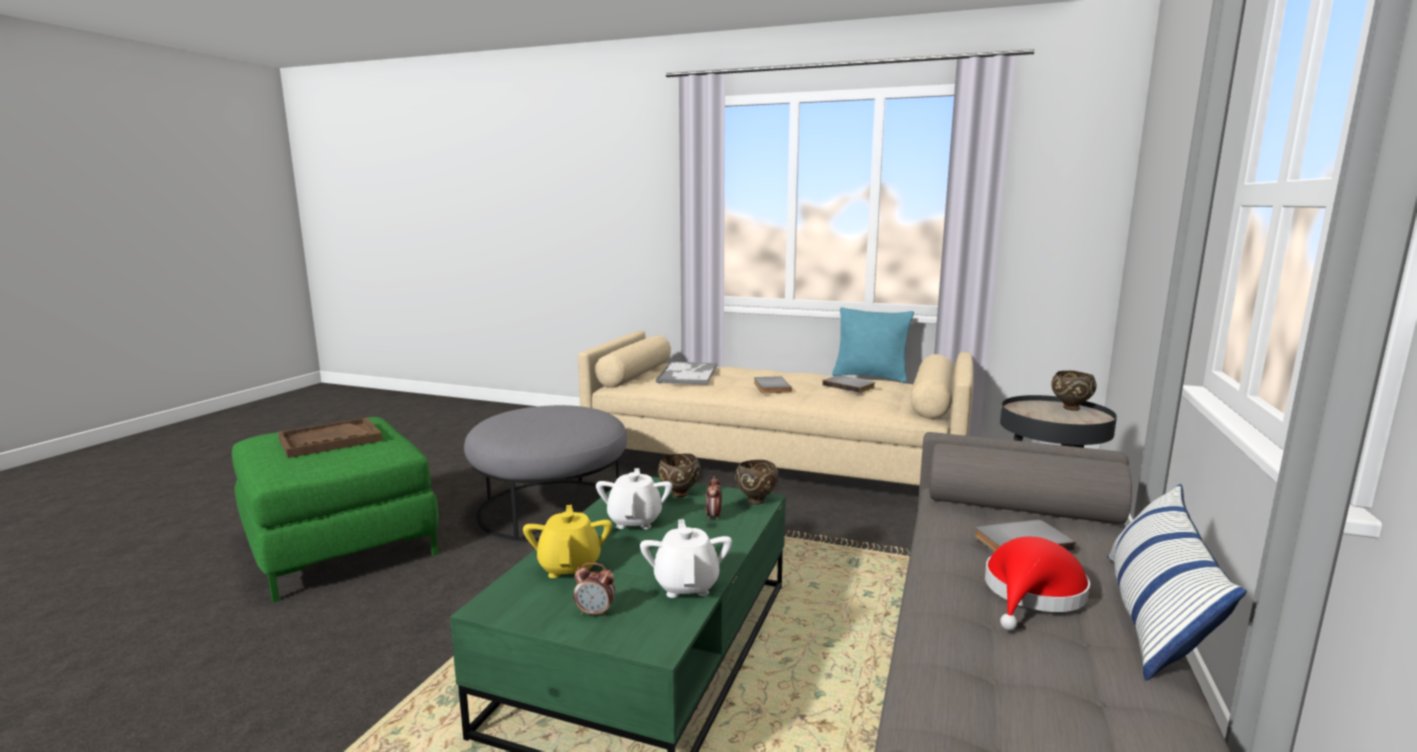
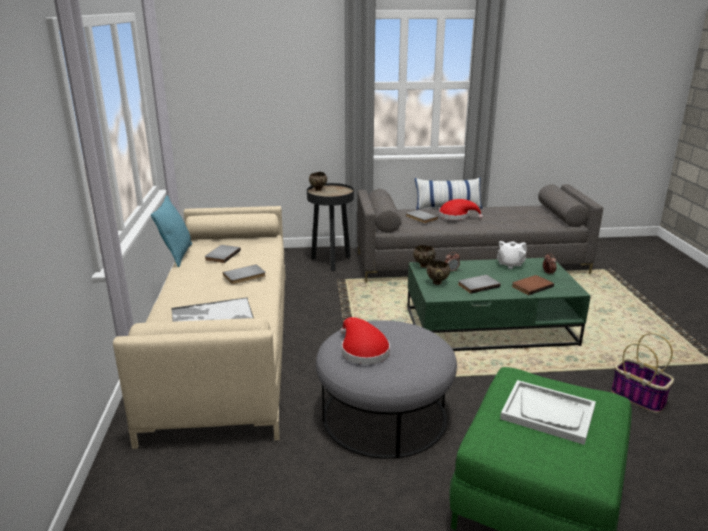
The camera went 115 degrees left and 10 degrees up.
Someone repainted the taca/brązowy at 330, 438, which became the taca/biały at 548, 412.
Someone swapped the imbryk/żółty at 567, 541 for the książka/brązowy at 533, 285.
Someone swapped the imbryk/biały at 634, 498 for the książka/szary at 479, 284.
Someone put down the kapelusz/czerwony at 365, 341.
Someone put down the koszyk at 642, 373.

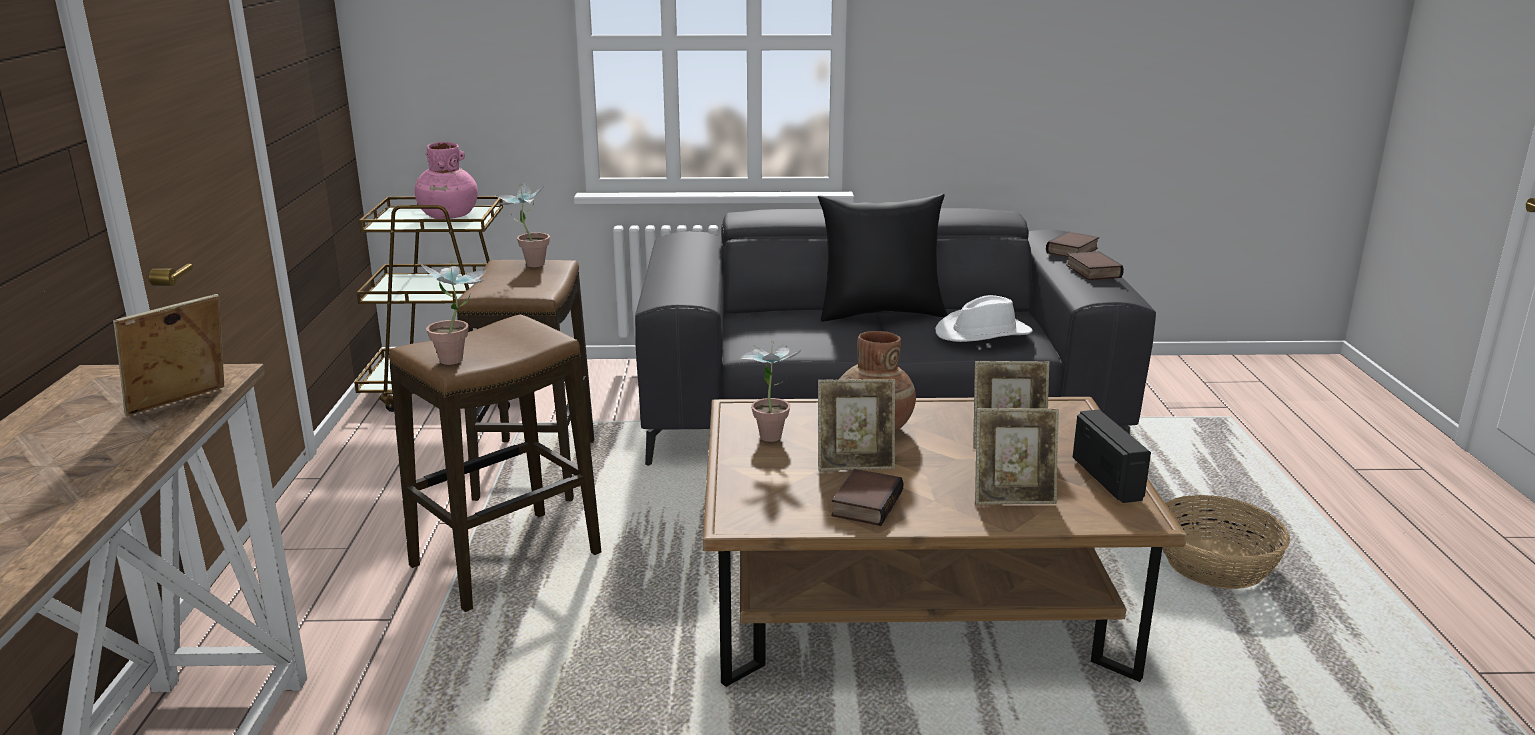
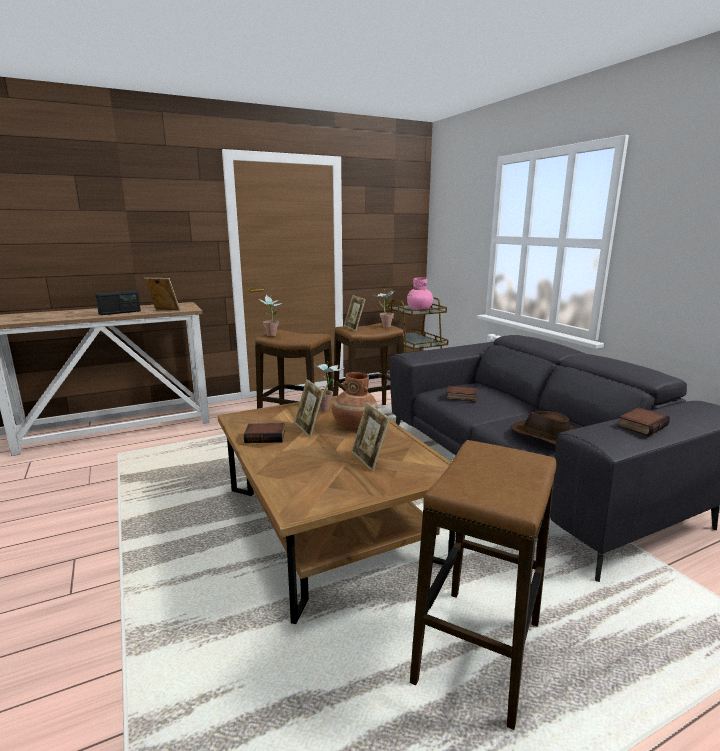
The camera went 65 degrees right and 5 degrees down.
Someone took away the poduszka/czarny at 883, 257.
Someone repainted the kapelusz/biały at 984, 318, which became the kapelusz/brązowy at 543, 428.
Someone carried the ramka na zdjęcie from 1017, 456 to 355, 313.
Someone carried the książka from 1072, 244 to 461, 394.
Someone carried the radio from 1112, 456 to 118, 302.
Someone swapped the koszyk at 1226, 542 for the stołek at 483, 585.

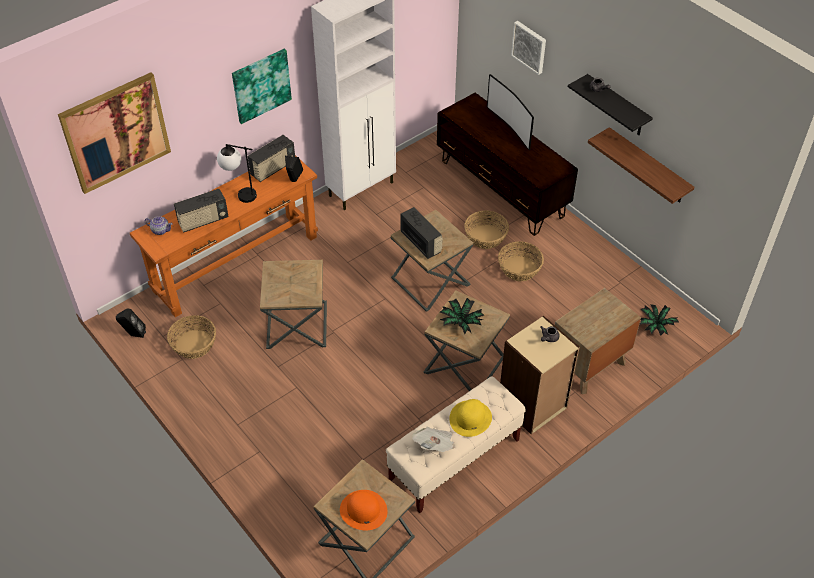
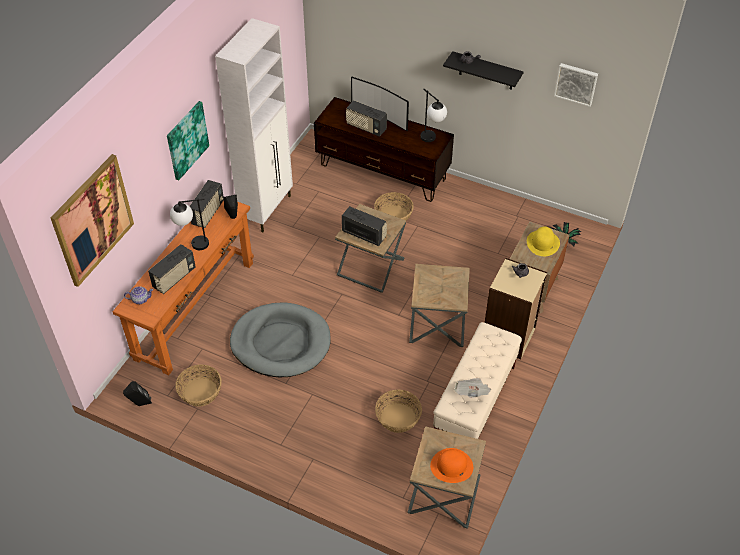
The camera went 25 degrees left and 0 degrees up.
Someone swapped the stolik/brązowy at 293, 304 for the legowisko/szary at 280, 339.
Someone took away the roślina doniczkowa at 462, 316.
Someone carried the kapelusz/żółty from 470, 418 to 543, 241.
Someone carried the koszyk from 521, 261 to 398, 411.
Someone carried the obraz from 528, 48 to 576, 85.
Someone took away the półka at 641, 165.
Someone put down the radio at 366, 119.
Someone put down the lampa stołowa at 434, 115.

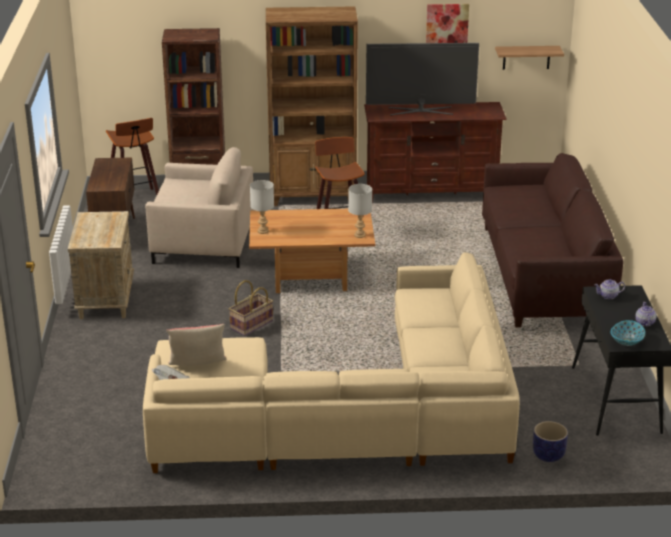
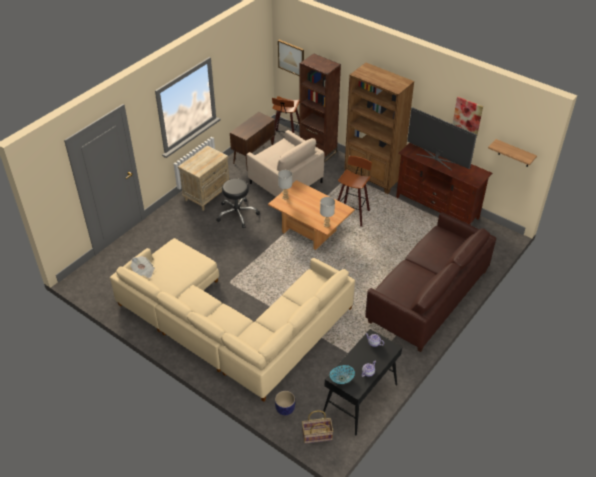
The camera went 40 degrees right and 15 degrees up.
Someone took away the poduszka at 196, 345.
Someone carried the koszyk from 251, 308 to 317, 427.
Someone put down the stołek/czarny at 238, 203.
Someone put up the obraz at 291, 58.

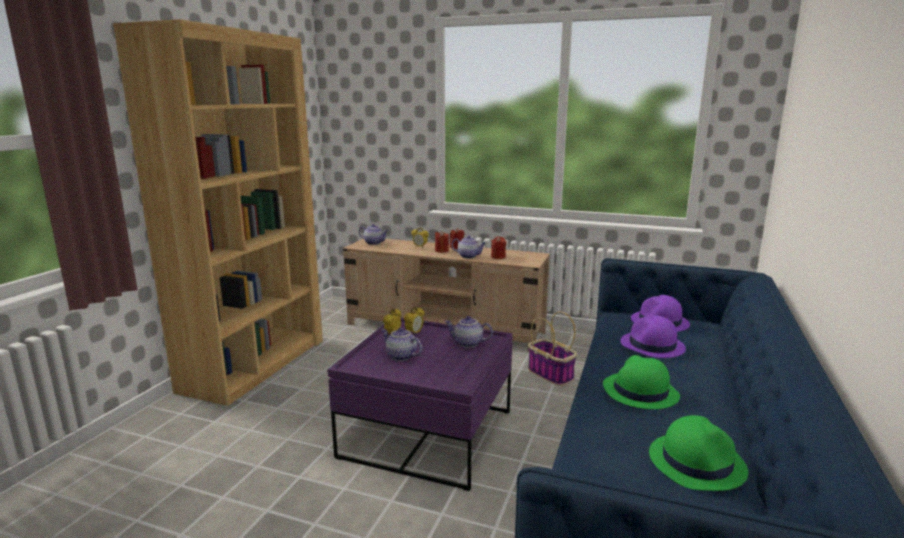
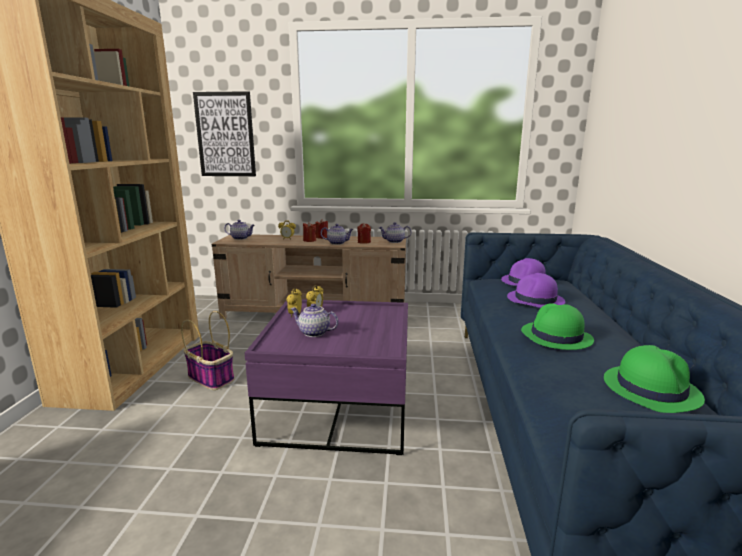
The camera went 15 degrees left and 0 degrees up.
Someone carried the imbryk from 468, 332 to 395, 232.
Someone carried the koszyk from 552, 349 to 207, 350.
Someone put up the obraz at 224, 133.

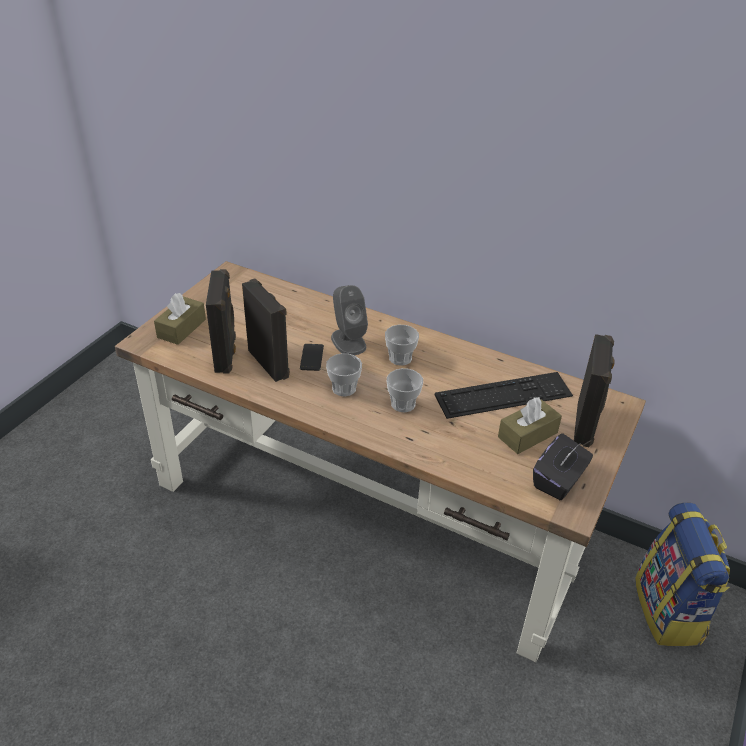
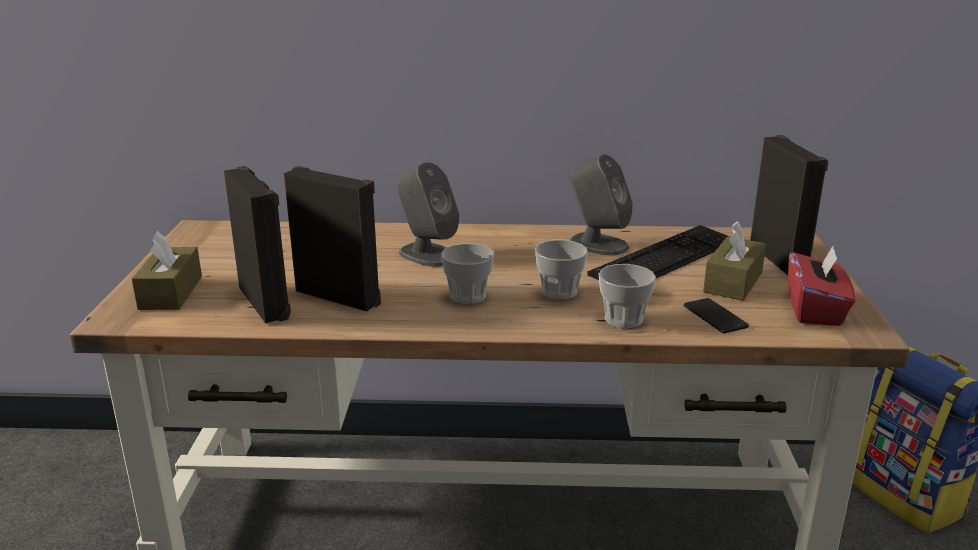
The camera went 25 degrees left and 15 degrees down.
Someone carried the telefon from 312, 357 to 716, 315.
Someone carried the filiżanka from 402, 345 to 627, 296.
Someone repainted the pudełko chusteczek/czarny at 563, 467, which became the pudełko chusteczek/czerwony at 821, 285.
Someone put down the głośnik/szary at 601, 204.

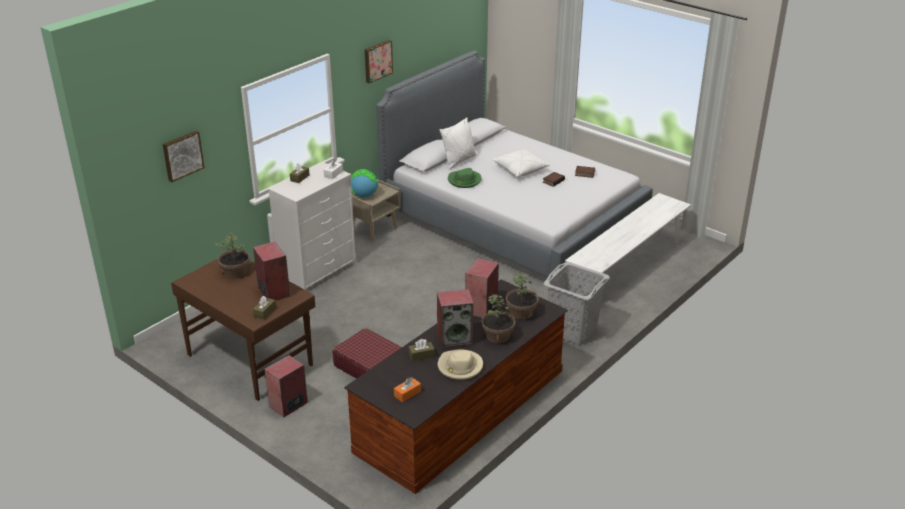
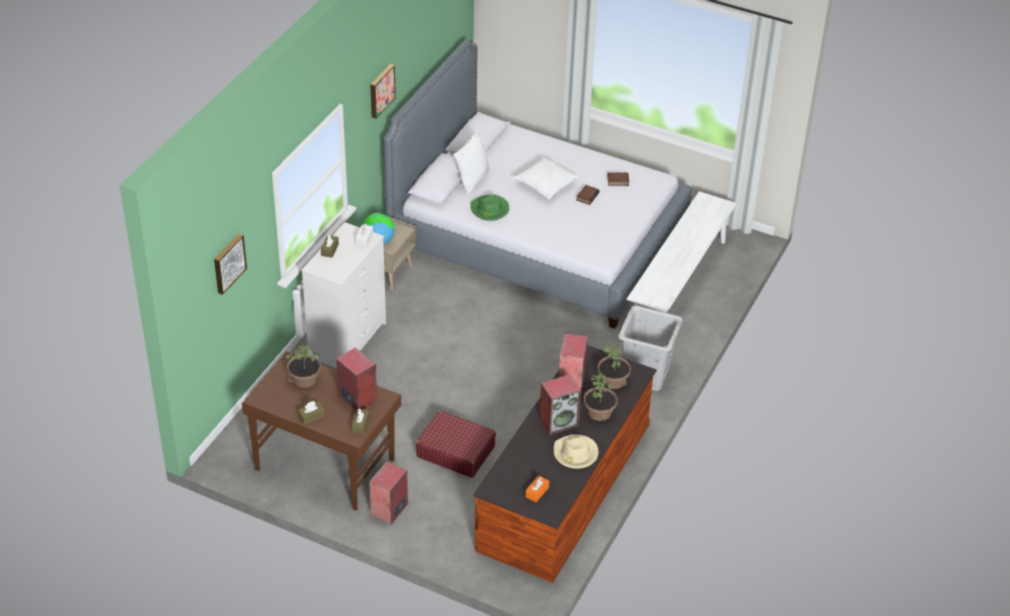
The camera went 15 degrees left and 10 degrees up.
Someone carried the pudełko chusteczek/brązowy from 422, 350 to 311, 412.

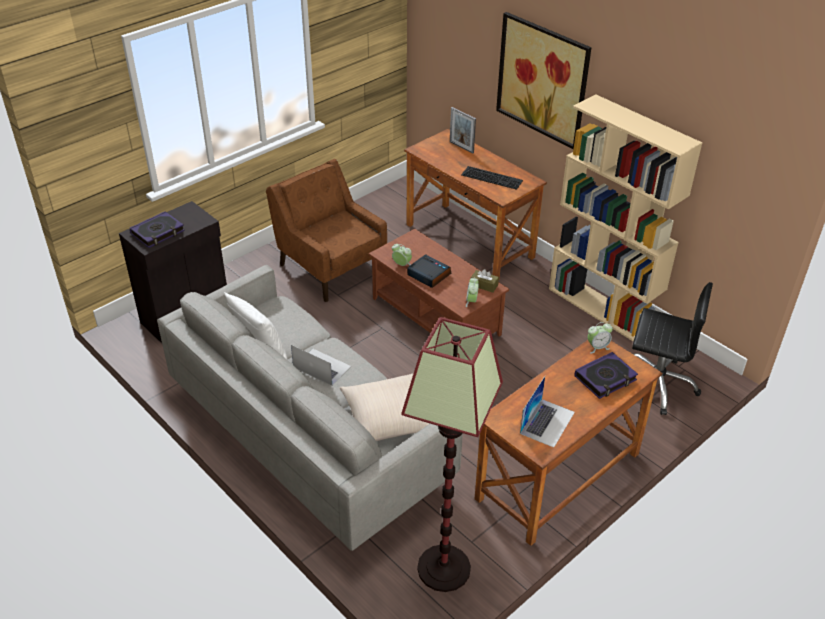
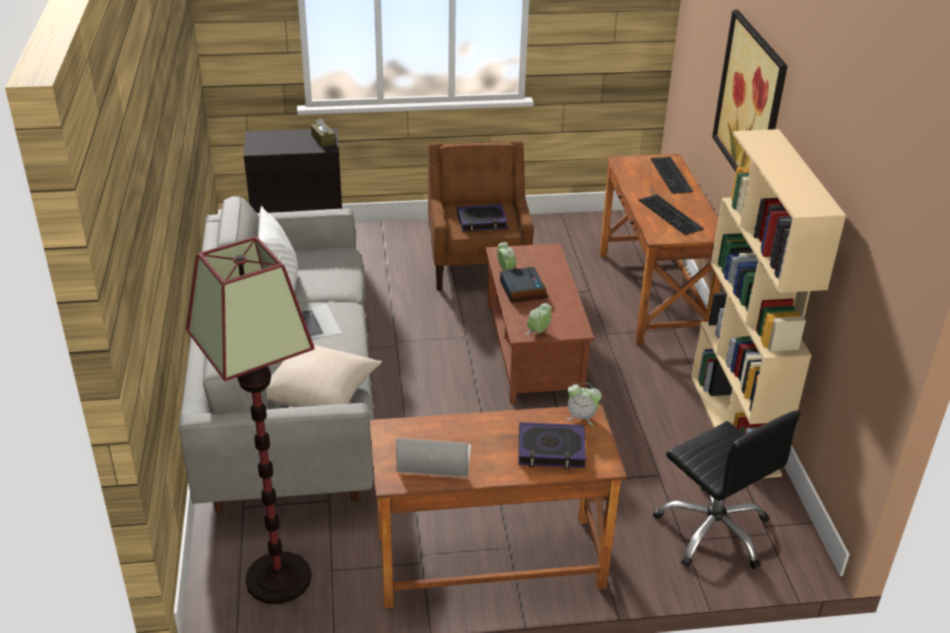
The camera went 35 degrees right and 5 degrees down.
Someone carried the książka from 157, 229 to 482, 218.
Someone swapped the ramka na zdjęcie at 463, 130 for the klawiatura at 671, 175.
Someone carried the pudełko chusteczek/brązowy from 485, 280 to 323, 132.
Someone rotated the laptop at 547, 412 by 150 degrees counterclockwise.

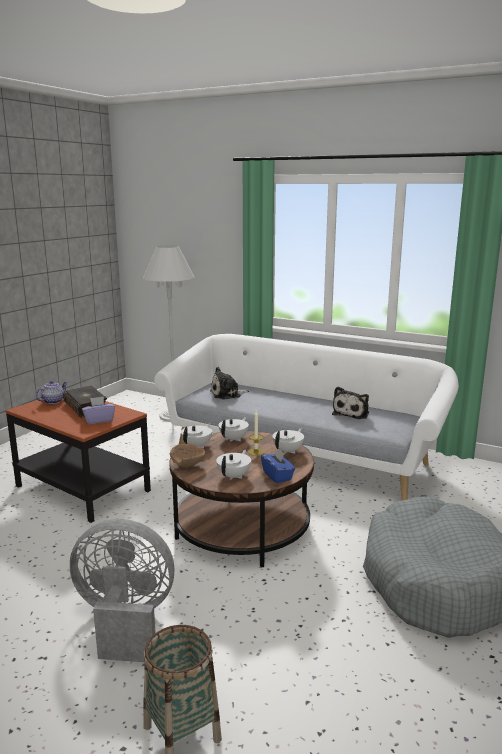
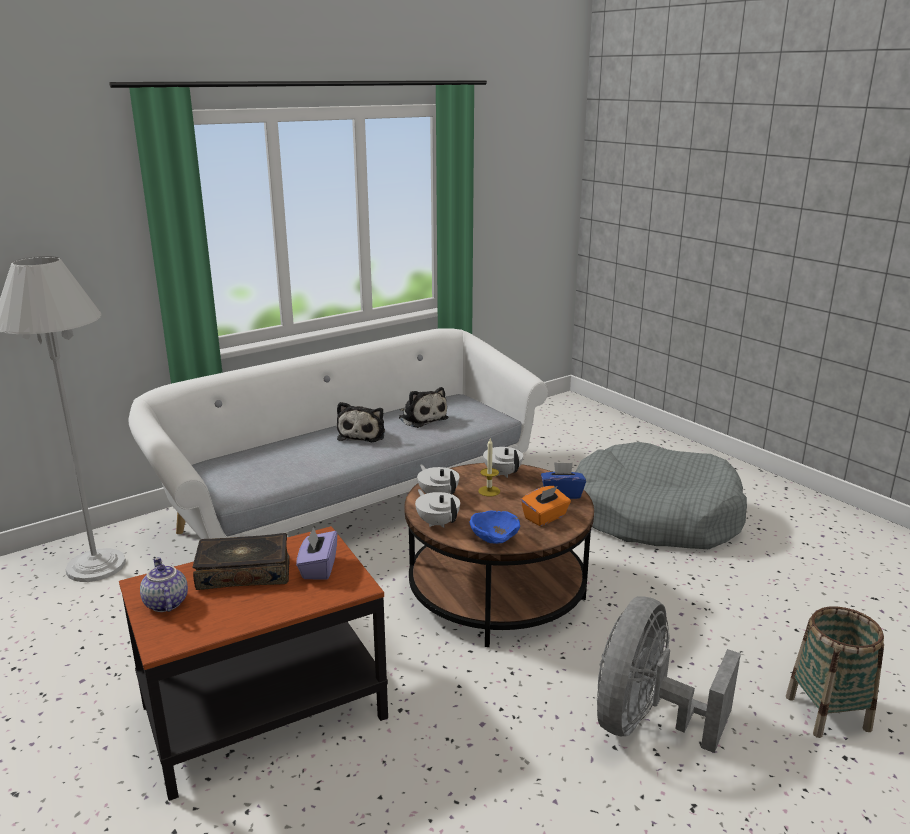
The camera went 65 degrees left and 5 degrees up.
Someone repainted the miska/brązowy at 187, 456, which became the miska/niebieski at 494, 527.
Someone carried the pluszak from 229, 383 to 361, 422.
Someone swapped the imbryk/biały at 233, 465 for the pudełko chusteczek/pomarańczowy at 546, 506.

